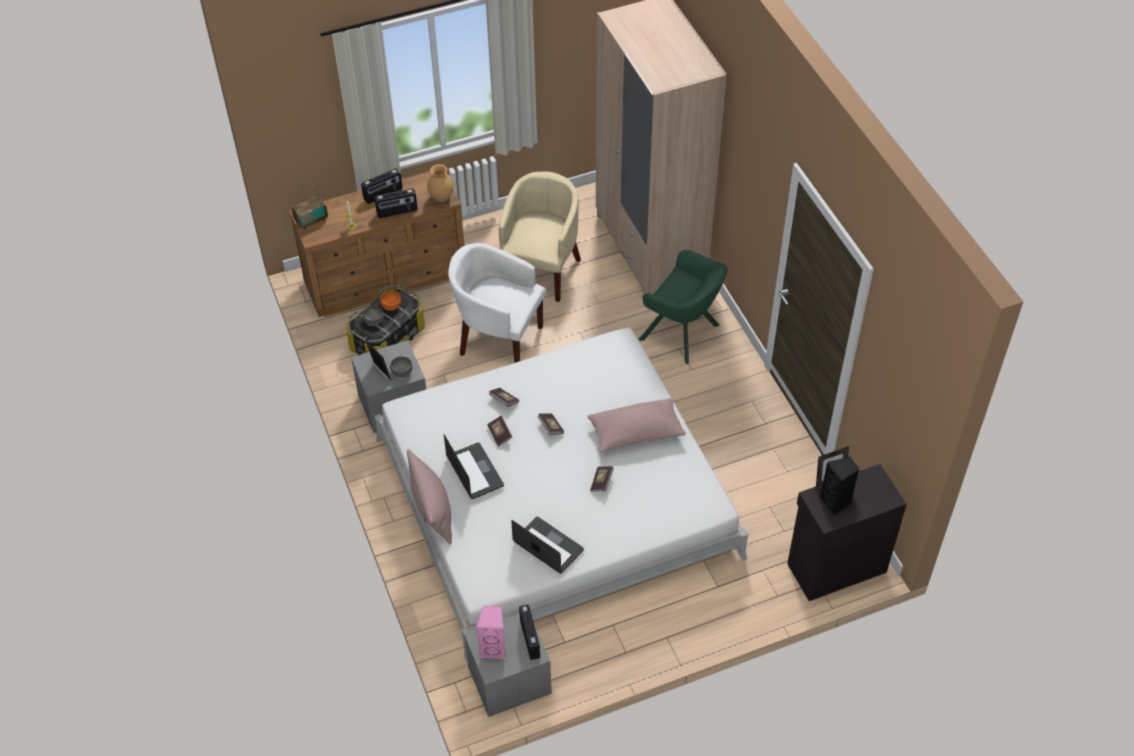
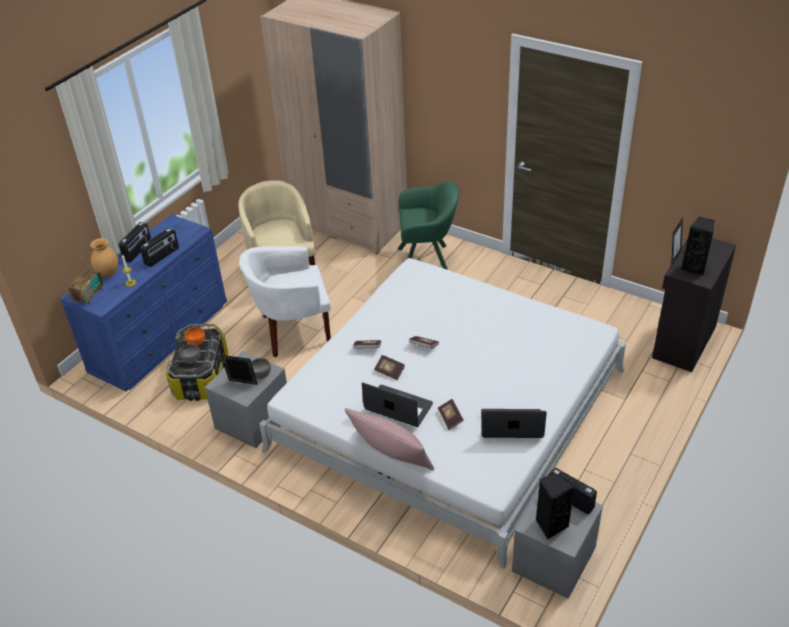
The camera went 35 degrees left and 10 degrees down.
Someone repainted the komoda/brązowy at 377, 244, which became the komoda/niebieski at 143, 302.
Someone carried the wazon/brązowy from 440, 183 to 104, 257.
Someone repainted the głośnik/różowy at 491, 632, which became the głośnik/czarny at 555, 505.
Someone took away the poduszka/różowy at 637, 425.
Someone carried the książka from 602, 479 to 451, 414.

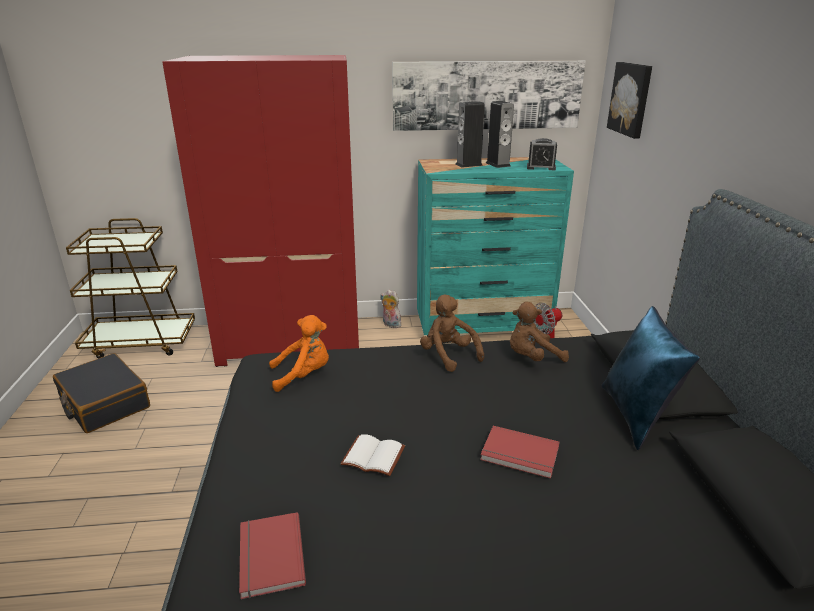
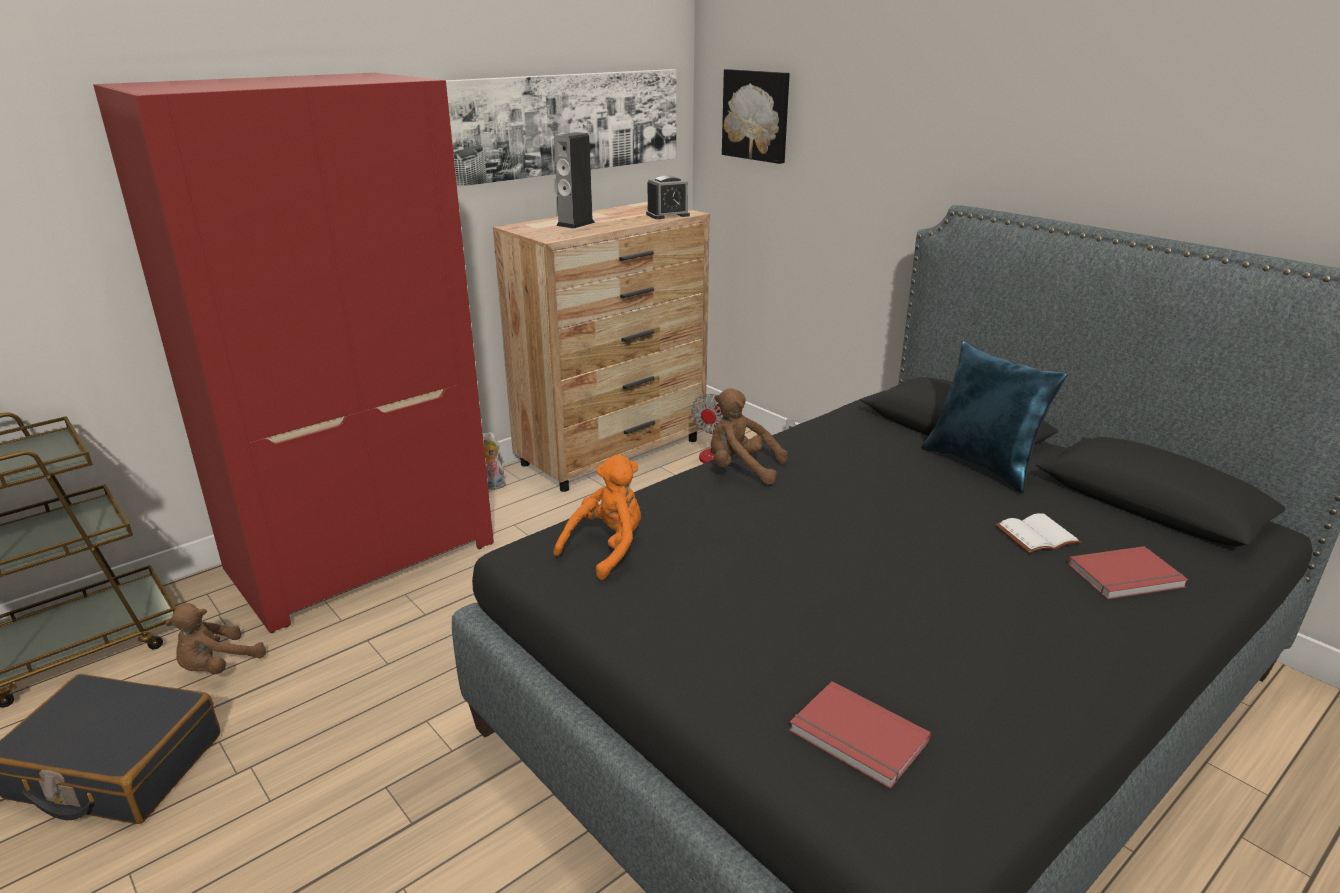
The camera went 35 degrees left and 0 degrees up.
Someone carried the książka/biały from 372, 455 to 1038, 533.
Someone repainted the komoda/turkusowy at 495, 247, which became the komoda/brązowy at 601, 347.
Someone carried the książka/czerwony from 519, 452 to 1128, 572.
Someone took away the głośnik at 500, 134.
Someone carried the pluszak/brązowy from 539, 332 to 215, 638.

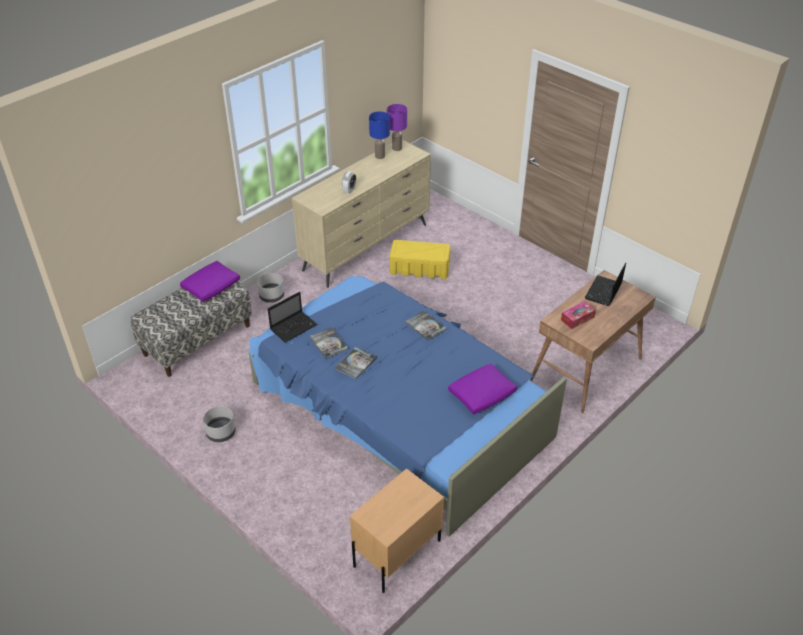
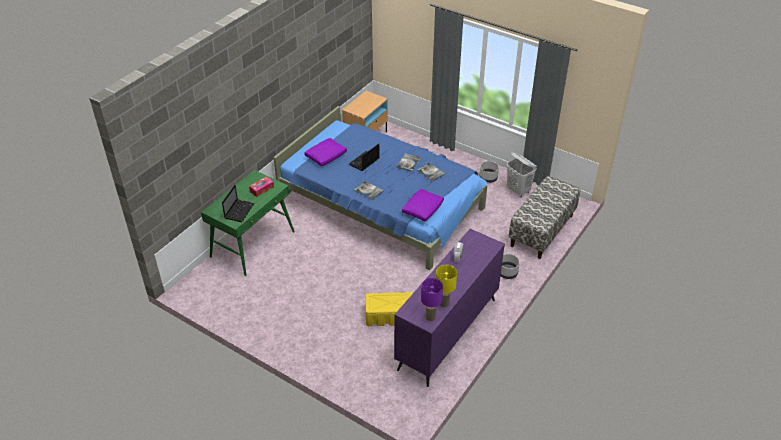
The camera went 170 degrees right and 0 degrees up.
Someone carried the poduszka/fioletowy from 210, 281 to 423, 205.
Someone carried the laptop from 292, 317 to 364, 157.
Someone repainted the komoda/beżowy at 361, 214, which became the komoda/fioletowy at 449, 308.
Someone repainted the lampa stołowa/niebieski at 379, 135, which became the lampa stołowa/żółty at 446, 286.
Someone repainted the biurko/brązowy at 593, 342, which became the biurko/zielony at 248, 223.
Someone put down the kosz na pranie/biały at 522, 174.

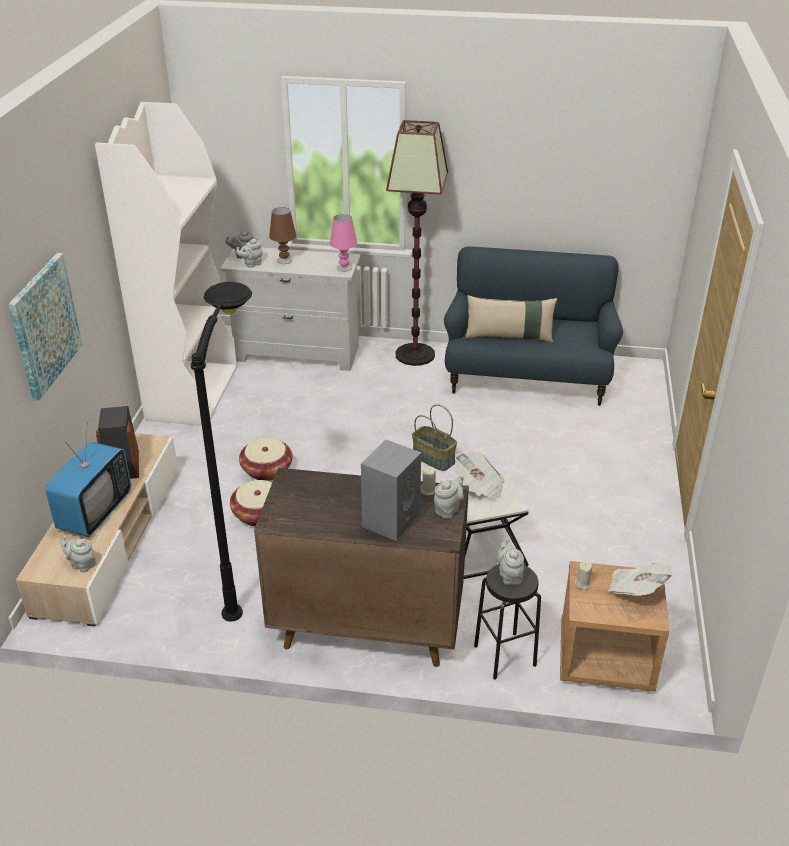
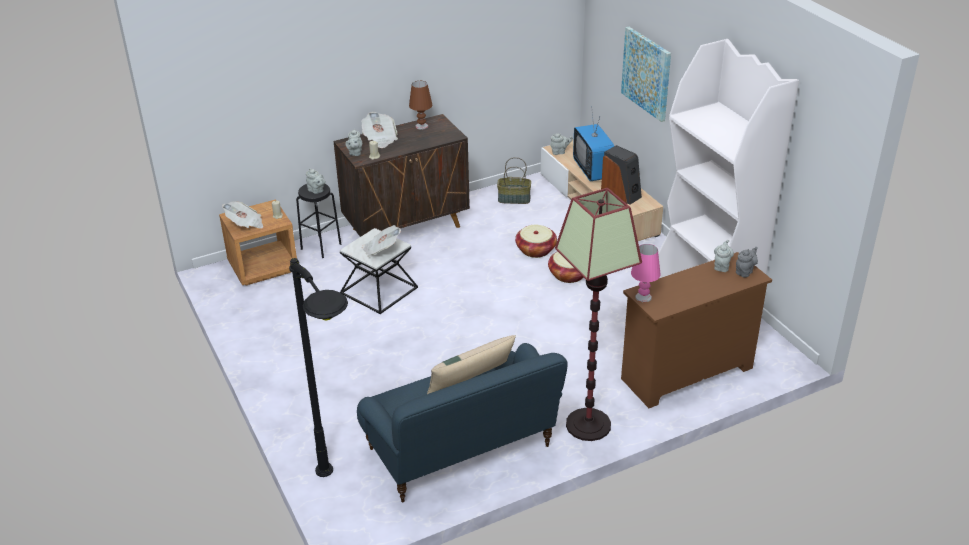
The camera went 145 degrees right and 0 degrees up.
Someone carried the lampa stojąca/czarny from 221, 451 to 318, 367.
Someone repainted the komoda/biały at 290, 309, which became the komoda/brązowy at 696, 330.
Someone carried the lampa stołowa/brązowy from 282, 235 to 420, 105.
Someone swapped the głośnik/szary at 391, 490 for the gazeta at 379, 130.
Someone carried the koszyk from 434, 437 to 514, 180.

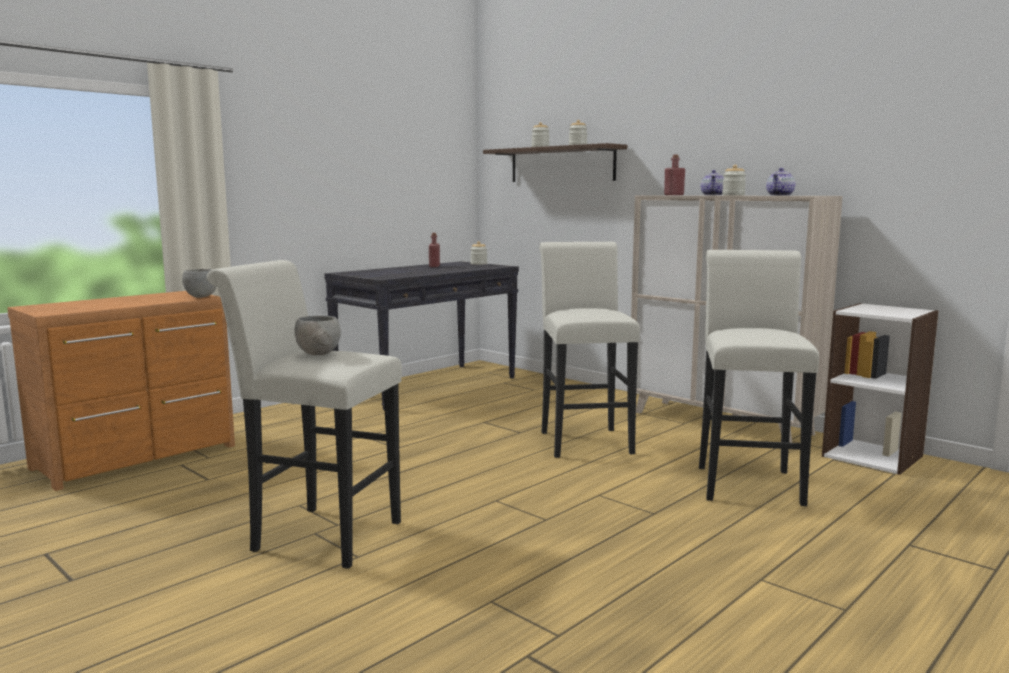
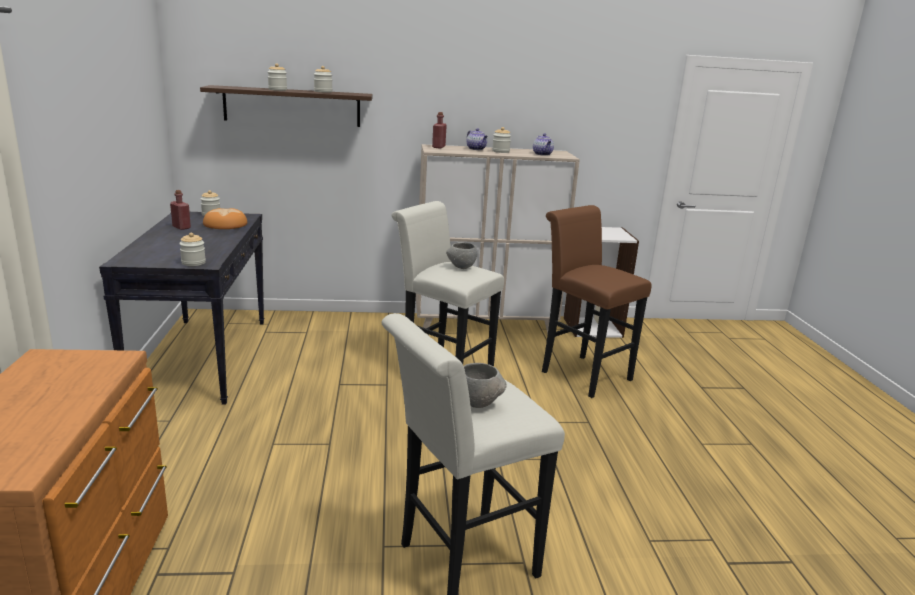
The camera went 50 degrees left and 10 degrees up.
Someone carried the miska/szary from 199, 283 to 461, 255.
Someone repainted the stołek/biały at 759, 378, which became the stołek/brązowy at 597, 301.
Someone put down the słoik at 192, 249.
Someone put down the chleb at 225, 218.

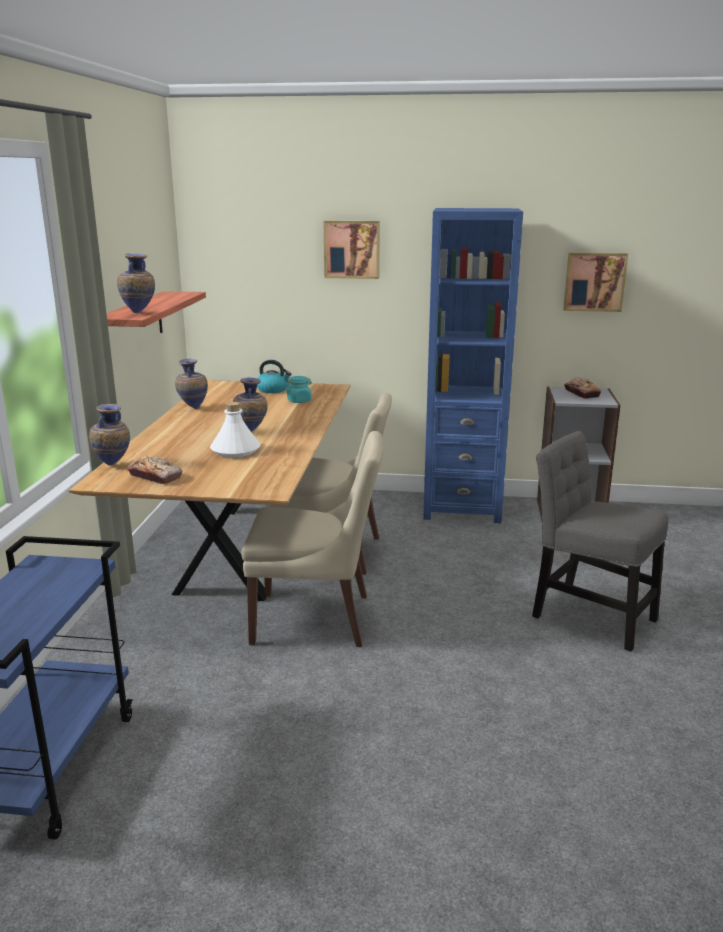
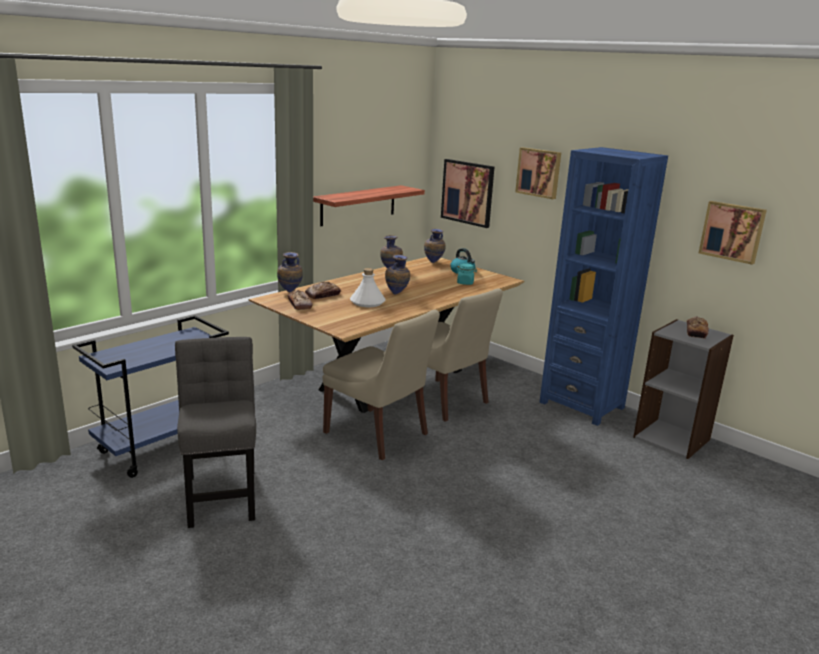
The camera went 35 degrees right and 0 degrees up.
Someone carried the wazon from 136, 283 to 435, 245.
Someone carried the krzesło/szary from 600, 541 to 215, 432.
Someone put down the chleb at 323, 290.
Someone put up the obraz at 467, 193.

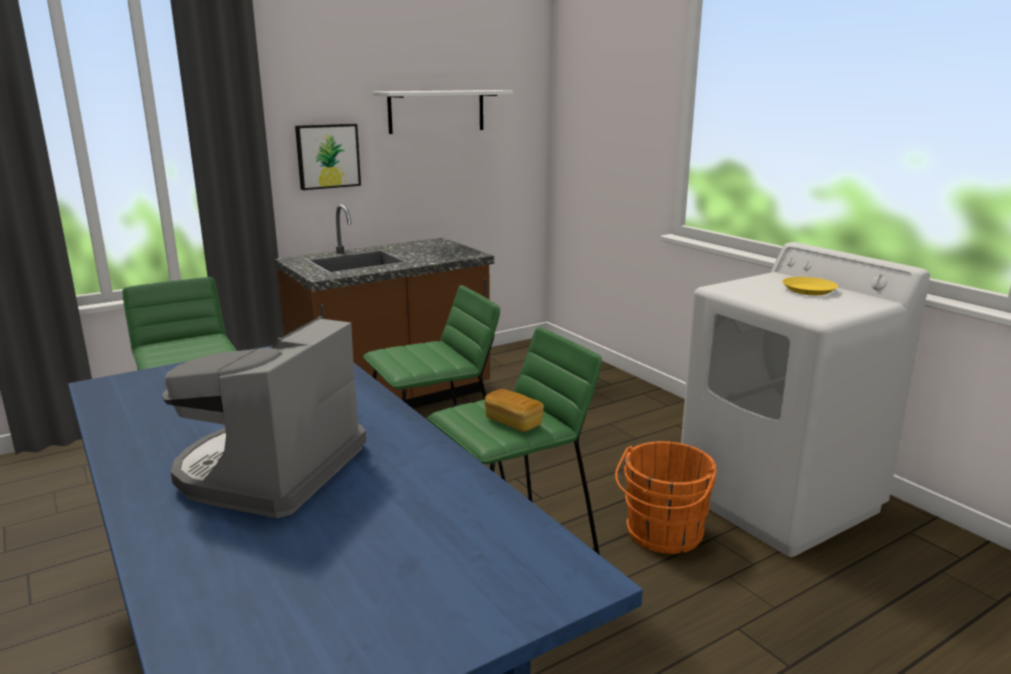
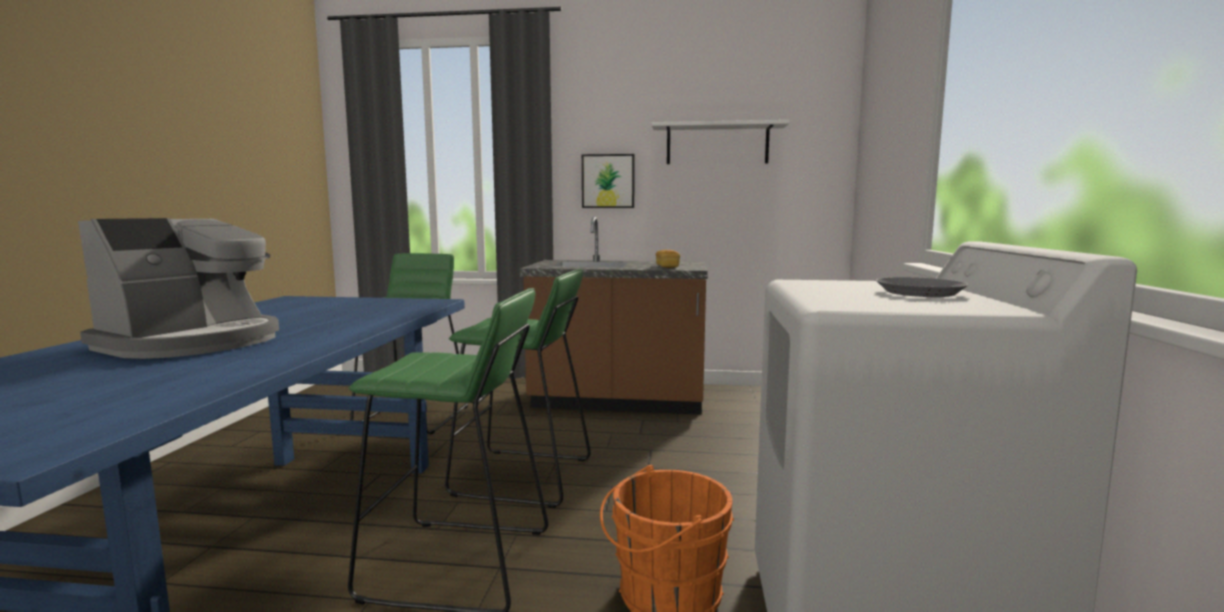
The camera went 40 degrees right and 10 degrees down.
Someone rotated the ekspres do kawy at 264, 417 by 150 degrees clockwise.
Someone carried the chleb from 514, 410 to 668, 259.
Someone repainted the talerz/żółty at 810, 286, which became the talerz/szary at 922, 287.

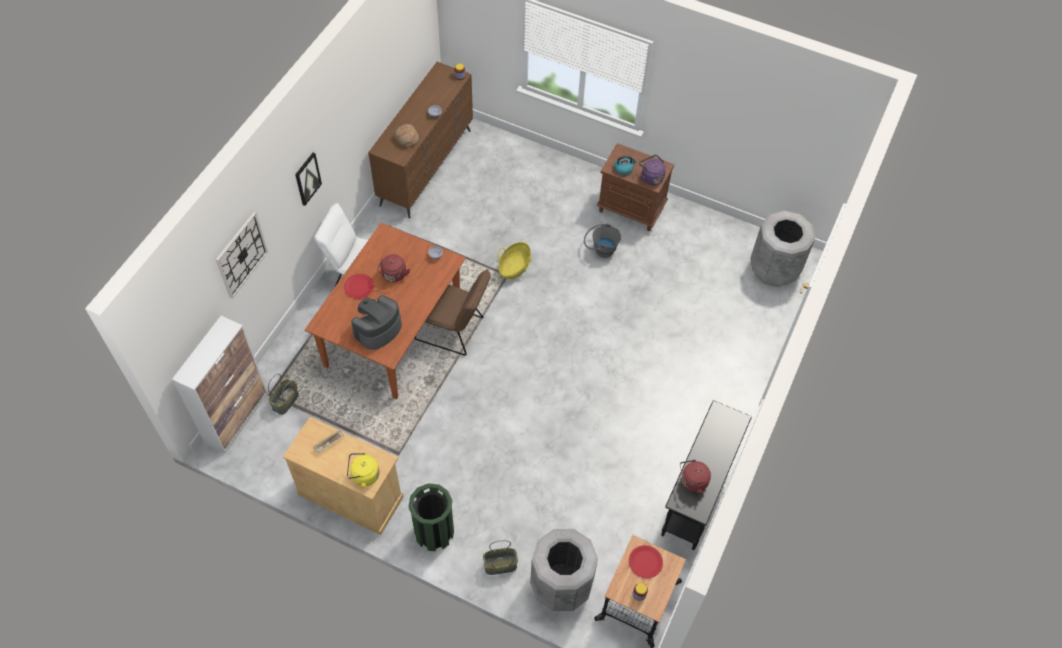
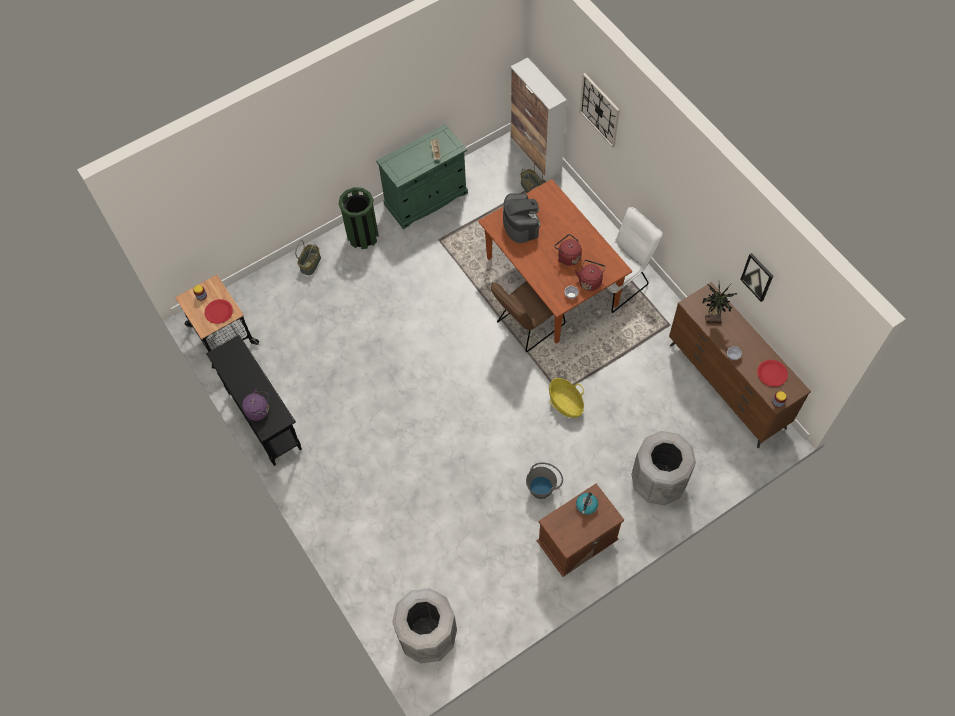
The camera went 125 degrees right and 5 degrees up.
Someone repainted the szafka/beżowy at 343, 476, which became the szafka/zielony at 422, 176.
Someone carried the obraz from 308, 179 to 756, 277.
Someone carried the talerz/czerwony from 359, 286 to 772, 373.
Someone took away the czajnik/żółty at 363, 470.
Someone swapped the chleb at 406, 135 for the roślina doniczkowa at 720, 303.
Someone carried the kosz na śmieci/szary from 564, 570 to 663, 468.
Someone carried the czajnik/fioletowy from 652, 170 to 255, 405.
Someone carried the czajnik/czerwony from 695, 477 to 590, 275.

